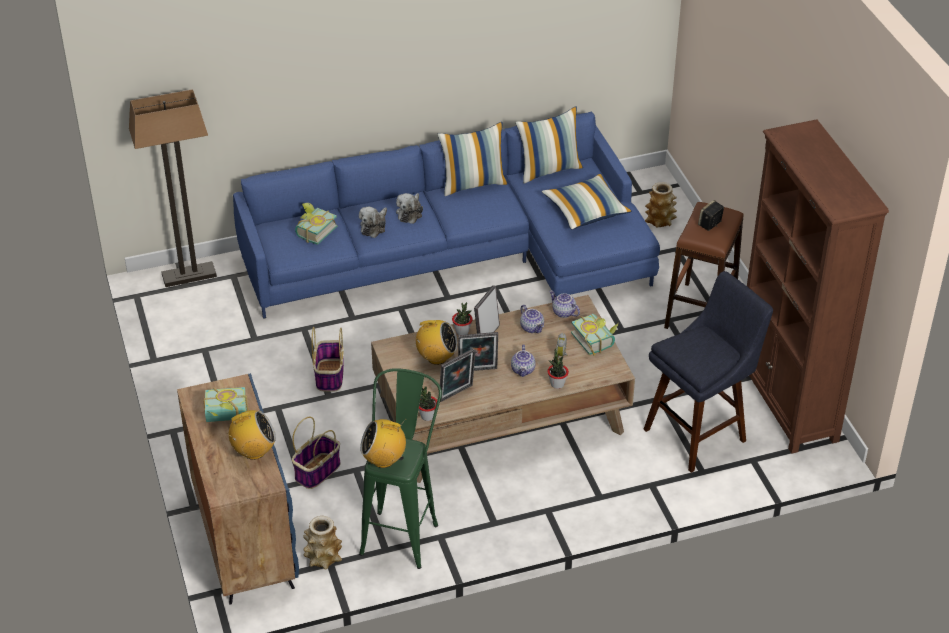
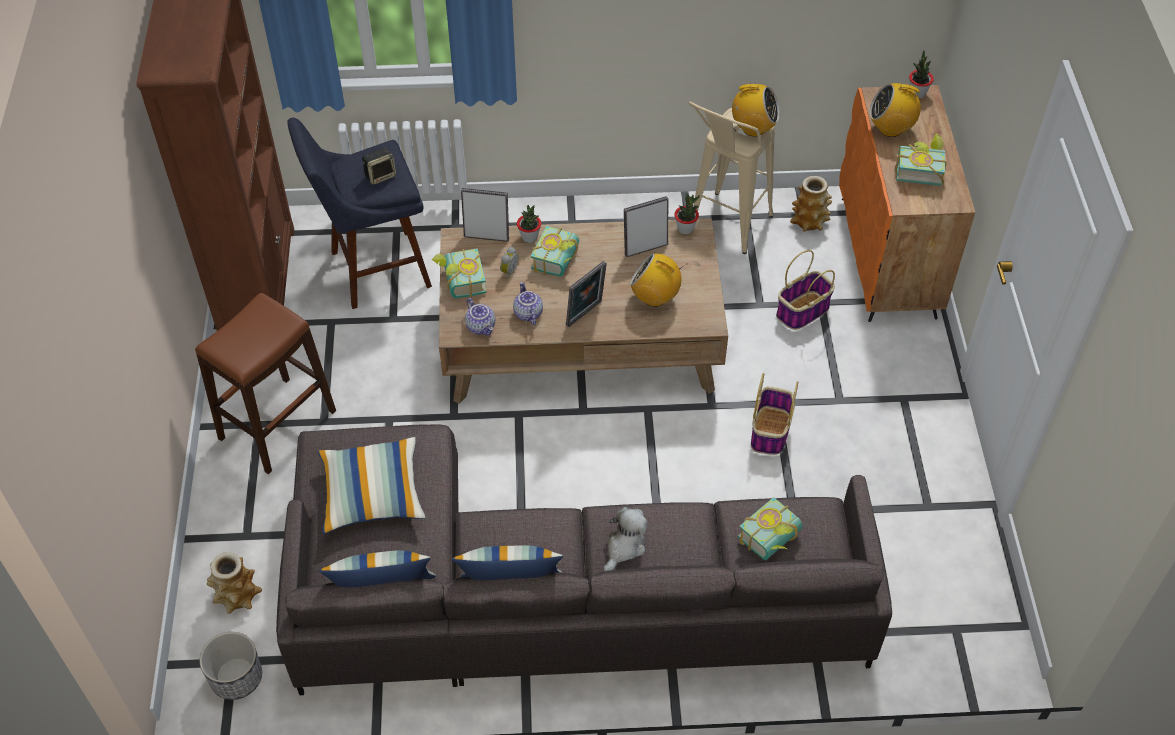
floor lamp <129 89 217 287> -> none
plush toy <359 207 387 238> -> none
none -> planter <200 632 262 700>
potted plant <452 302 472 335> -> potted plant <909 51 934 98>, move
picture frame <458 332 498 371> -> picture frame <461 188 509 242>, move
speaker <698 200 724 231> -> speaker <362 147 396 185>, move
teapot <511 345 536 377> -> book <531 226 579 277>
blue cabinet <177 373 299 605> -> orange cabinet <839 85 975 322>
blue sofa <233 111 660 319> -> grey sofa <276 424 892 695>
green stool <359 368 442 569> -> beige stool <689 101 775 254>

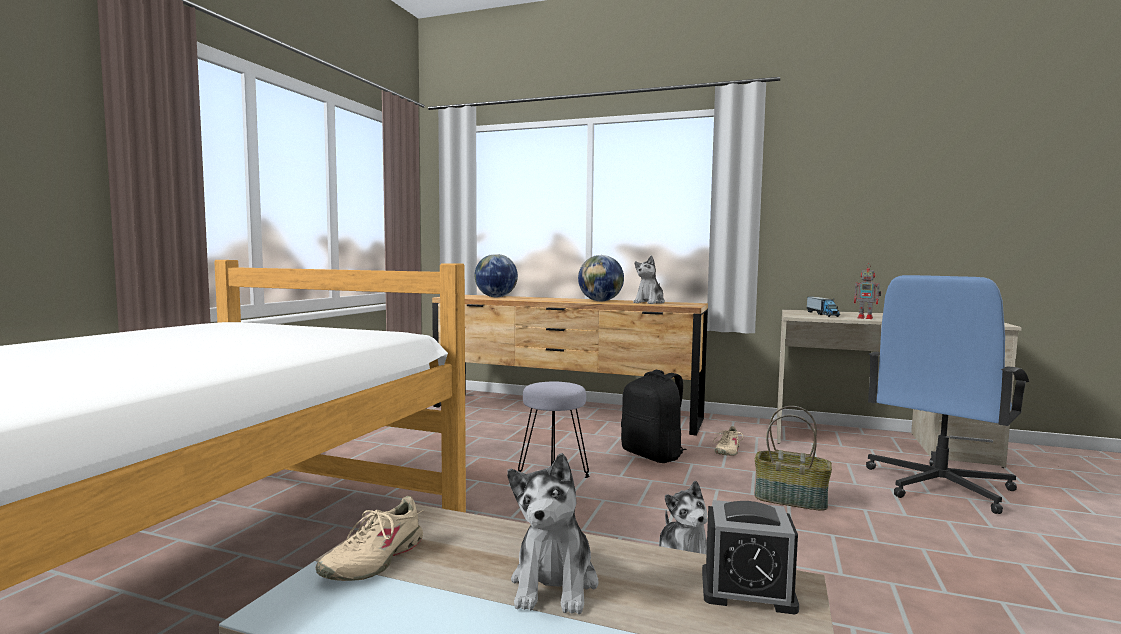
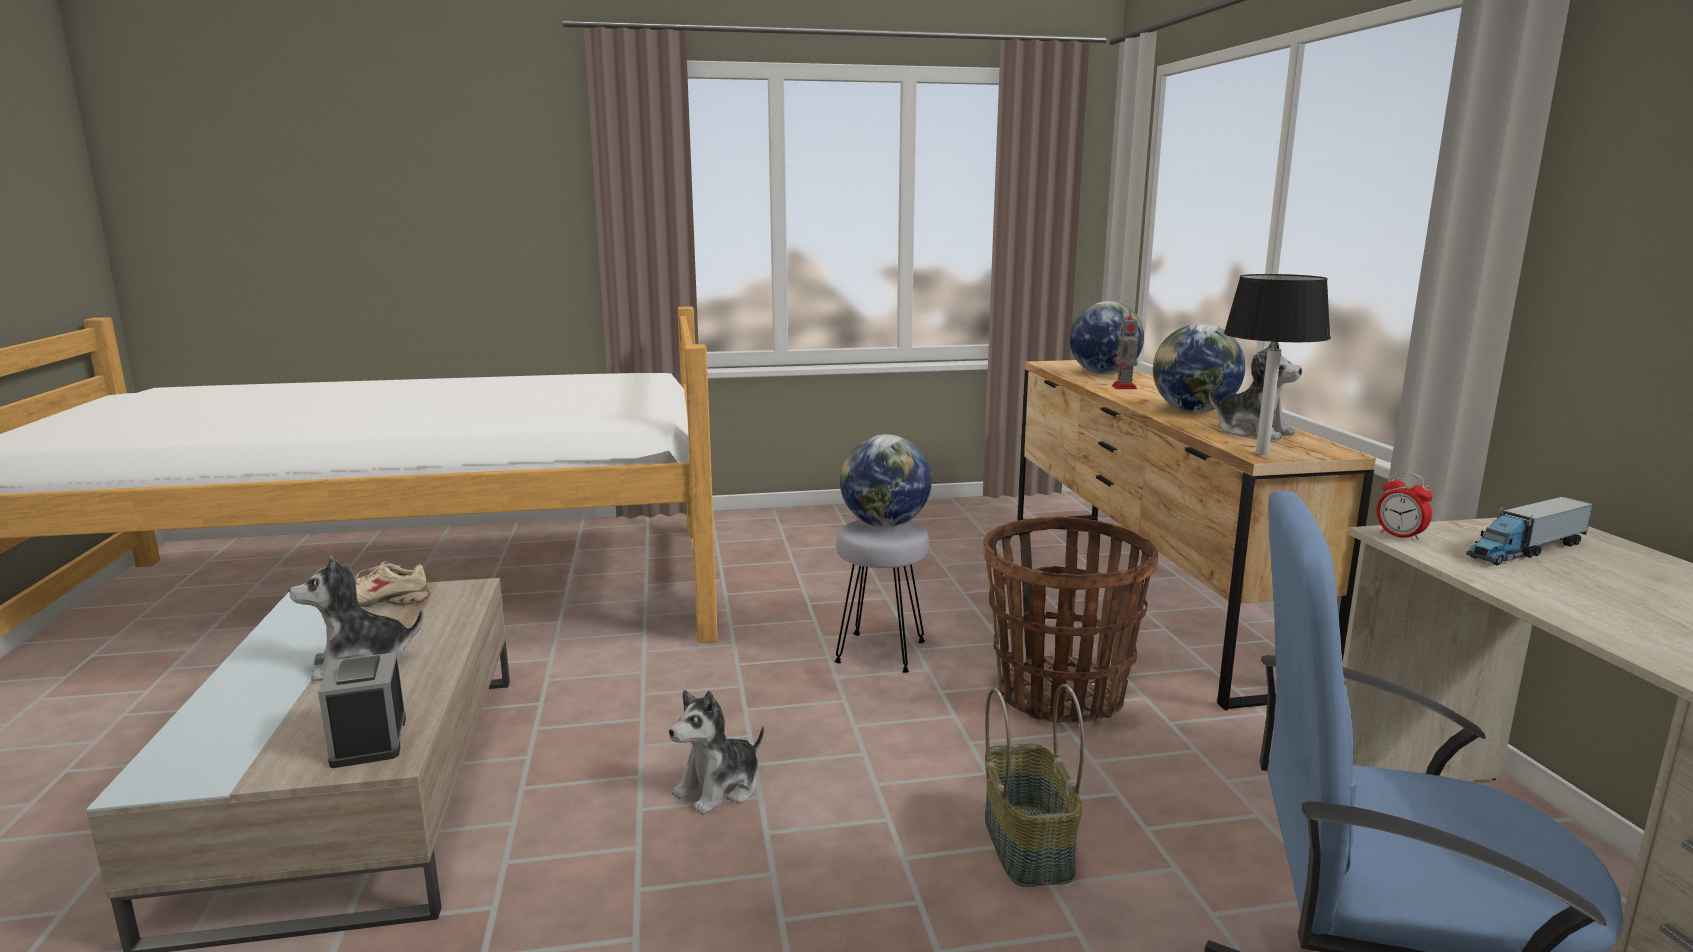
beige shoe <714 426 743 456> -> none
none -> globe <840 434 932 527>
none -> black table lamp <1224 274 1331 455>
none -> alarm clock <1377 472 1433 541>
toy robot <854 263 882 319> -> toy robot <1112 310 1138 389>, move
black backpack <621 370 687 463> -> basket <983 516 1158 723>
plush toy <633 255 665 304> -> plush toy <1209 342 1303 441>, 135 degrees counterclockwise

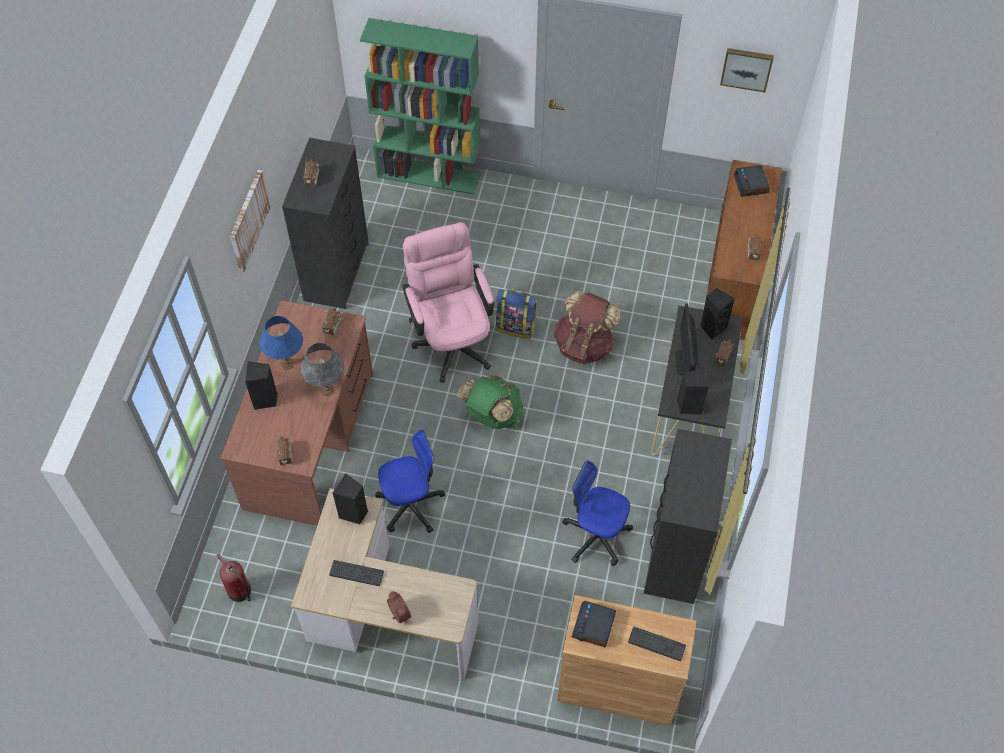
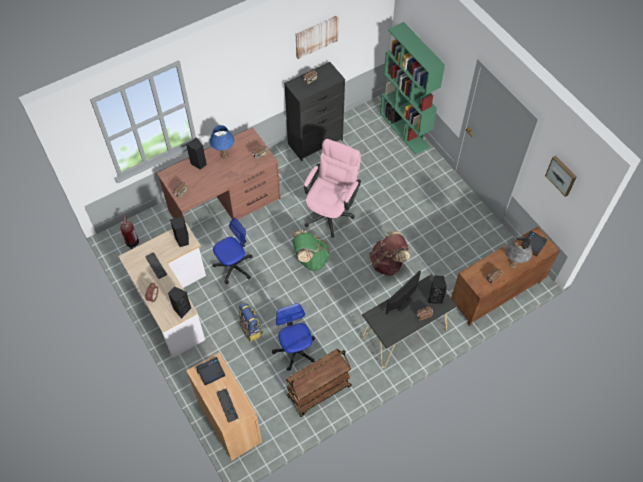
picture <230 170 271 272> -> picture <296 15 339 59>, move
grey table lamp <301 343 344 396> -> grey table lamp <505 236 532 268>, move
backpack <496 288 537 339> -> backpack <239 303 263 342>, move
black speaker <677 367 709 415> -> black speaker <168 286 191 318>, move
black dresser <644 429 732 604> -> brown cart <286 349 352 417>
office chair <375 430 445 533> -> office chair <212 218 253 284>, 60 degrees counterclockwise

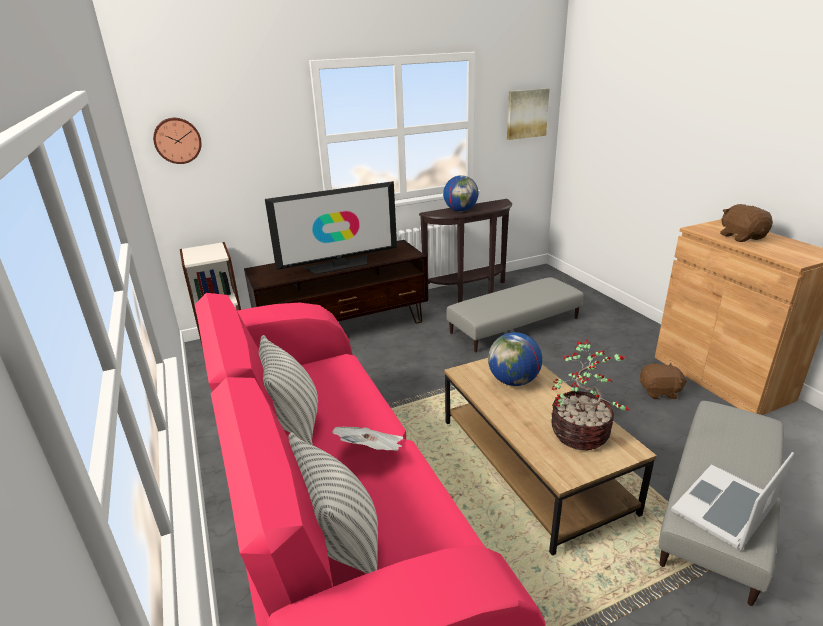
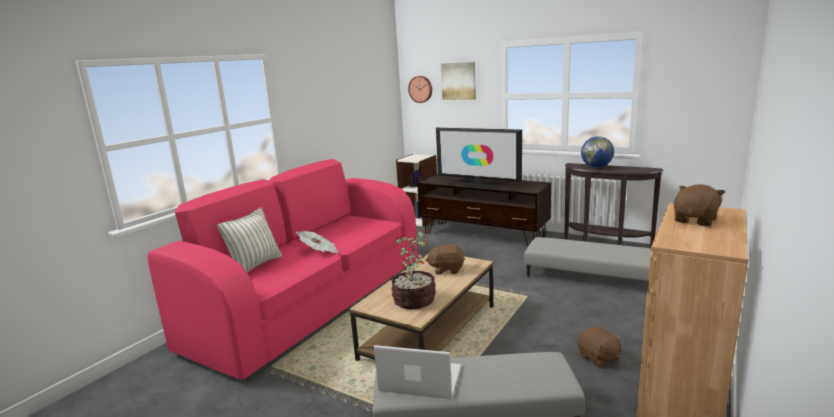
pillow <258 335 318 445> -> none
picture <507 88 550 140> -> picture <441 62 476 100>, move
globe <488 332 542 386> -> brown plush toy <425 244 465 275>

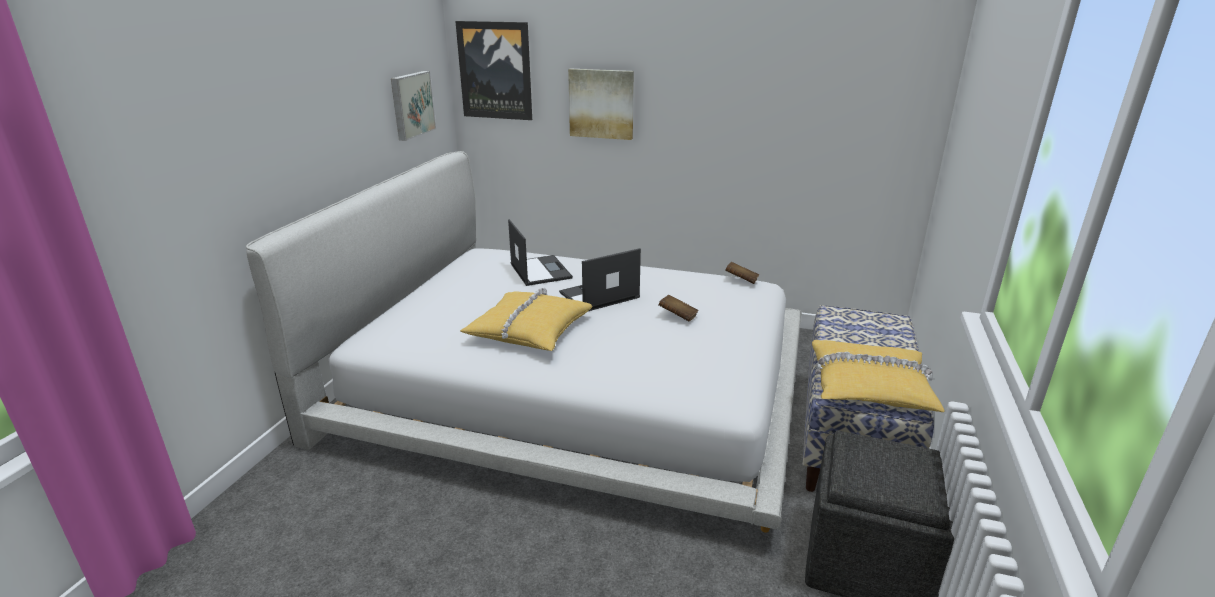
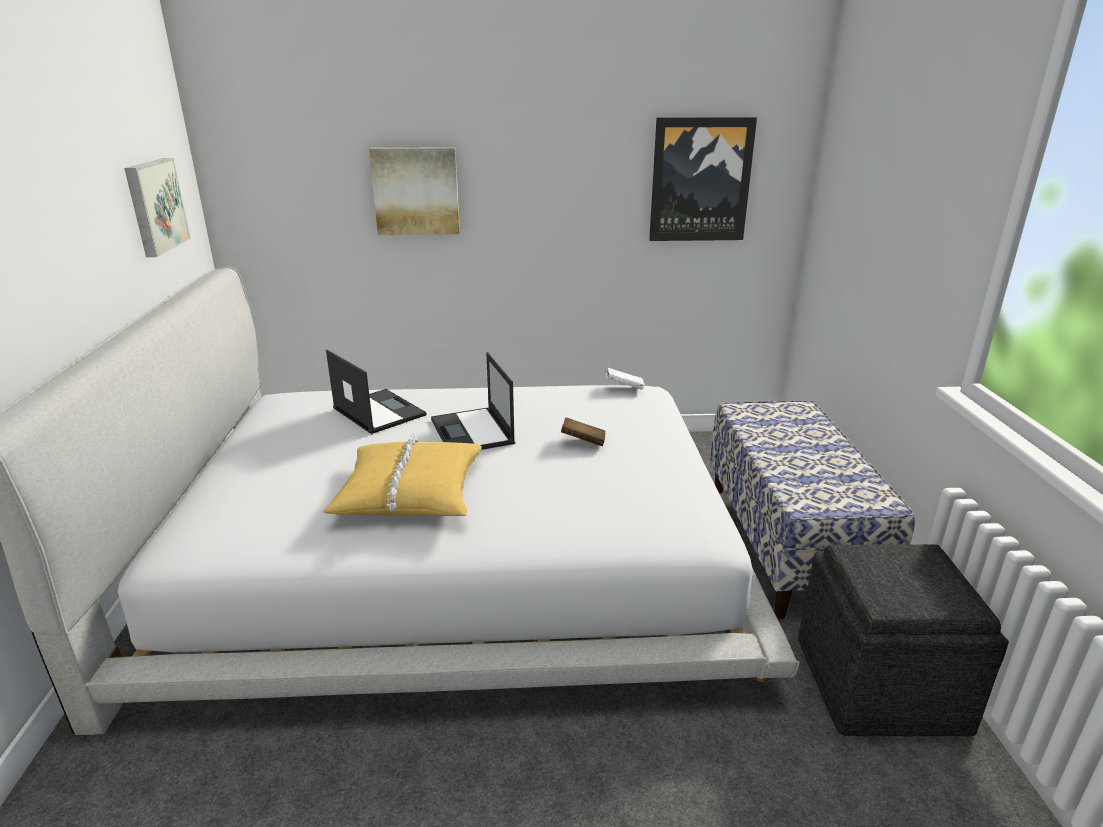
yellow pillow <812 340 945 412> -> none
picture <455 21 532 120> -> picture <649 117 757 241>, move
brown book <725 262 759 284> -> white book <606 368 644 390>
laptop <559 248 641 311> -> laptop <431 352 515 450>, 60 degrees counterclockwise

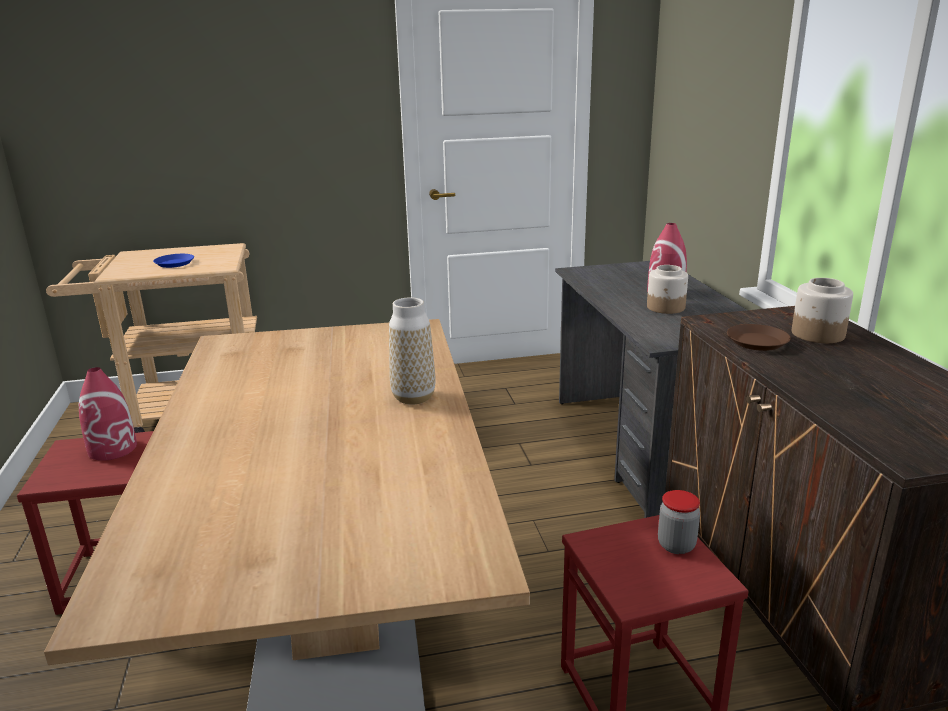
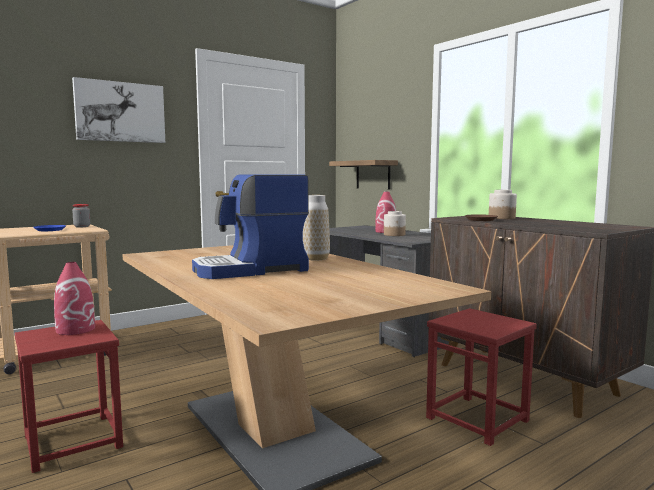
none -> picture <72 77 165 143>
none -> coffee machine <192 174 309 279>
none -> shelf <329 160 398 189>
jar <658 490 700 554> -> jar <72 204 90 227>, move

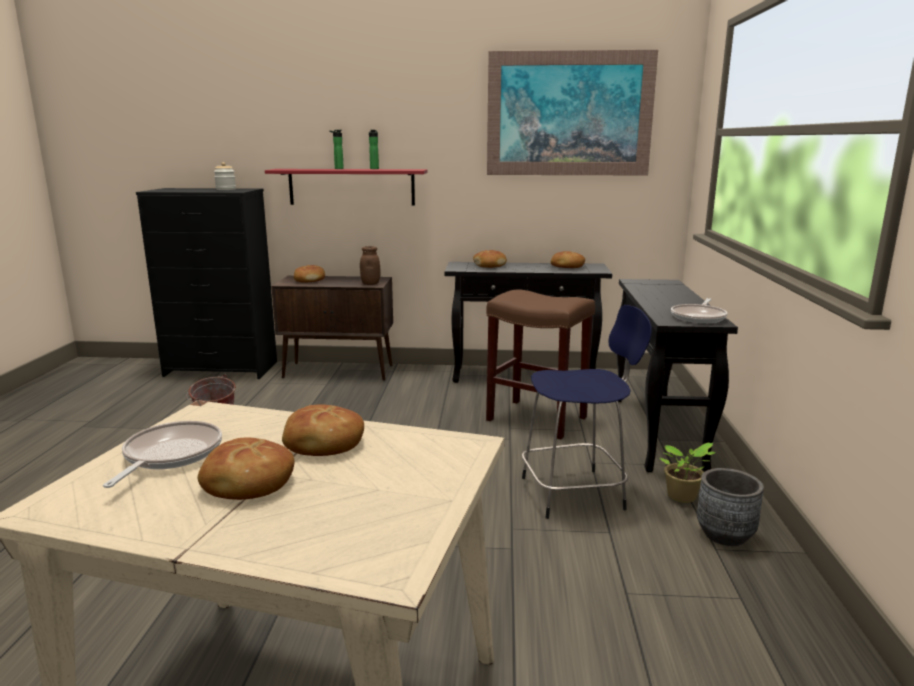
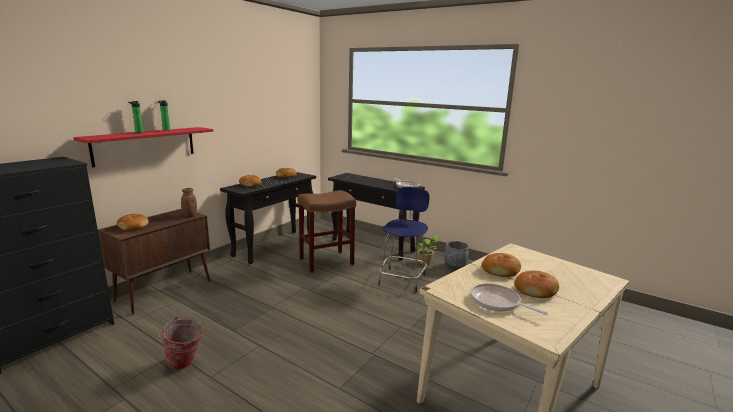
jar <214 162 236 190> -> none
picture <487 50 658 175> -> none

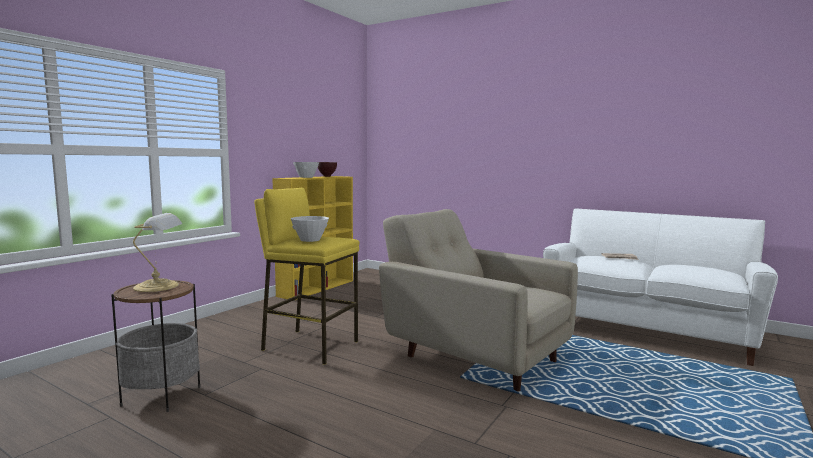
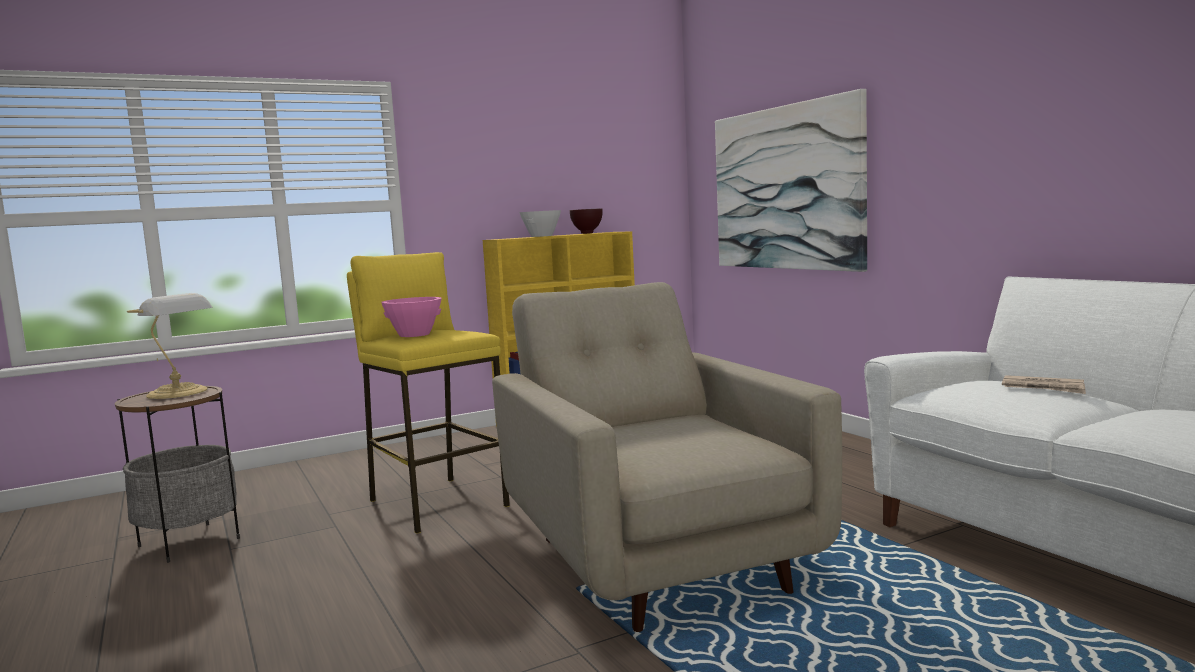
none -> picture <715 89 867 272>
white bowl <291 216 329 242> -> pink bowl <381 297 442 337>

